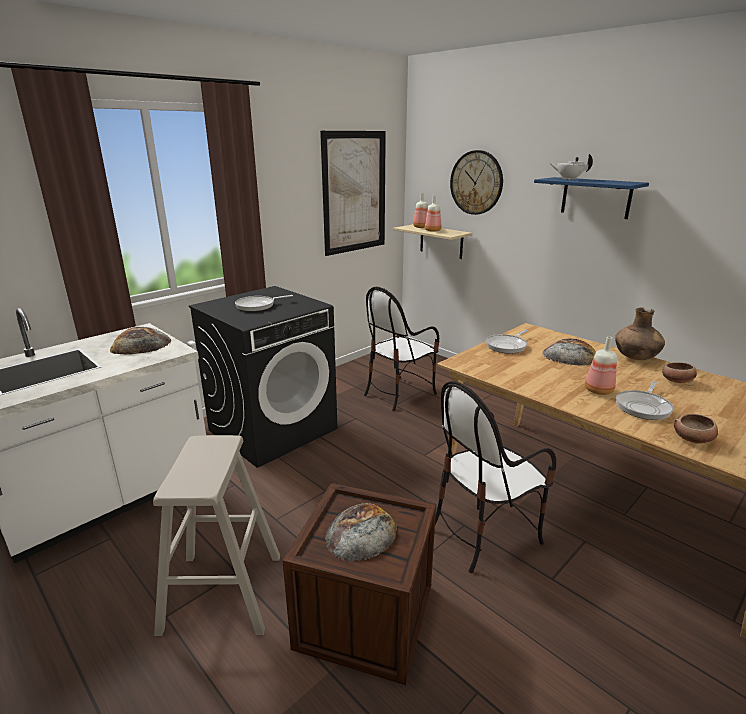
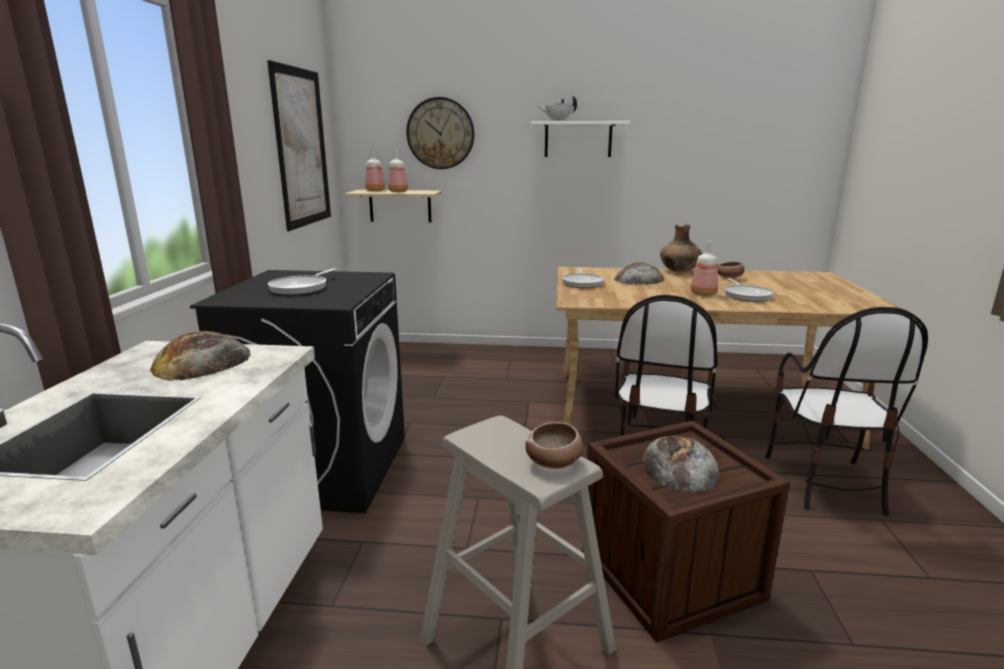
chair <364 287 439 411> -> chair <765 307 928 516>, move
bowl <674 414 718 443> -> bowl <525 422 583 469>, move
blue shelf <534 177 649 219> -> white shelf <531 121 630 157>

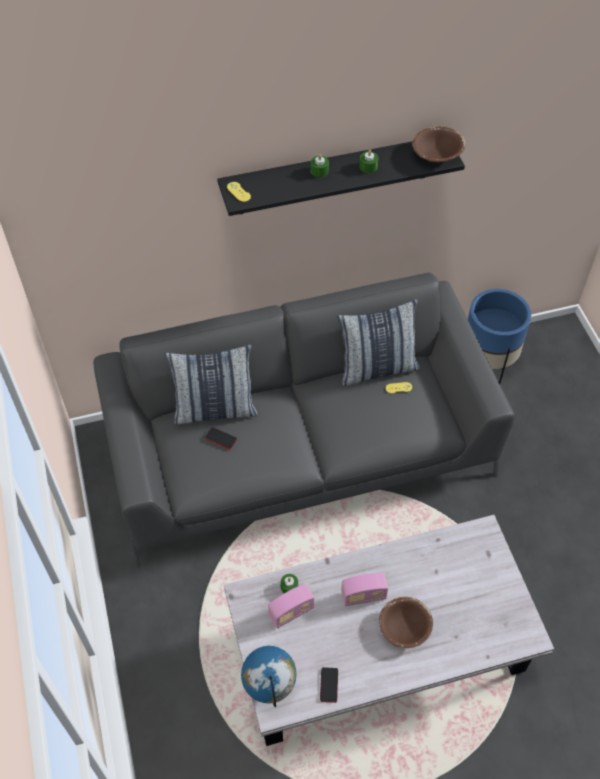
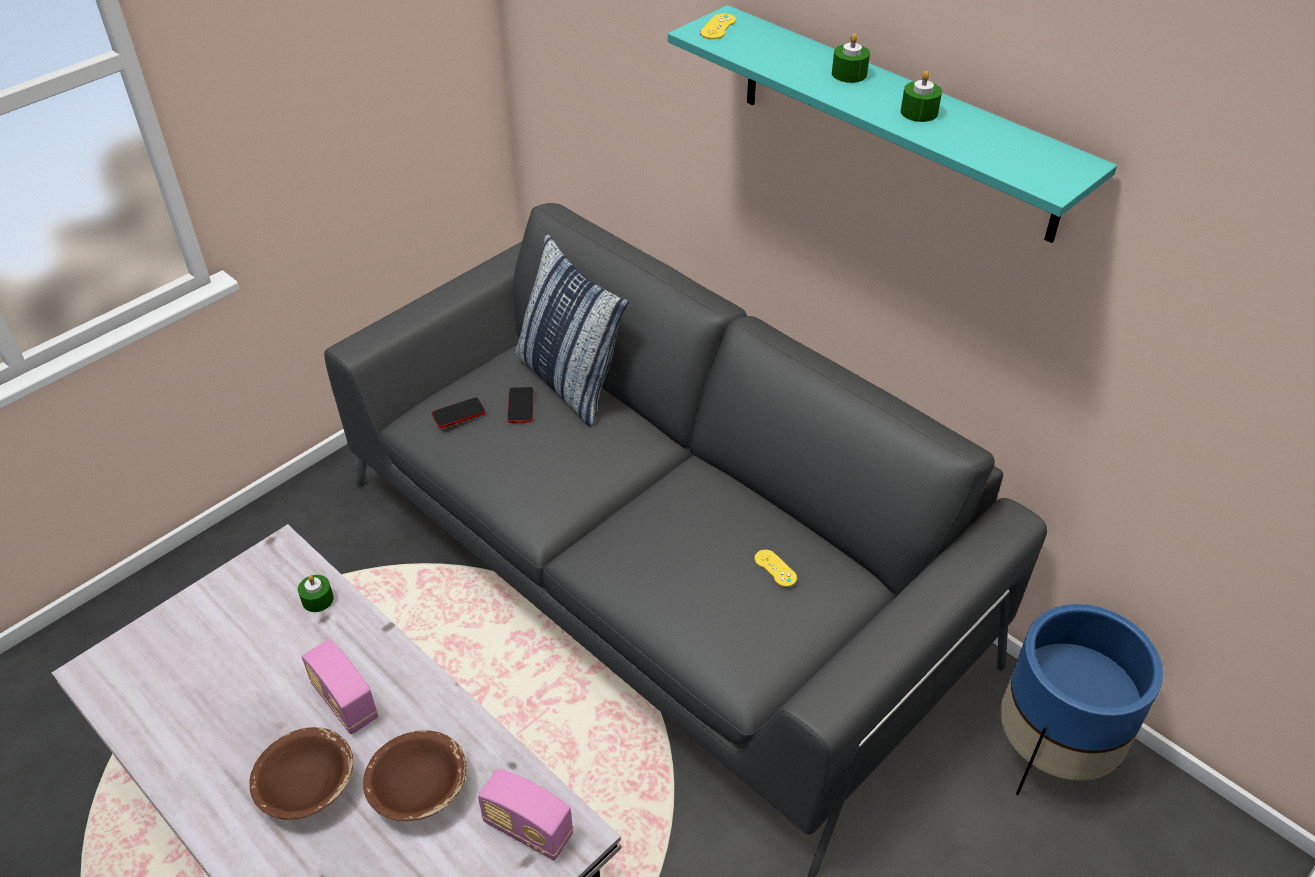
globe <241 646 296 707> -> none
pillow <337 299 419 386> -> none
radio <268 584 314 628> -> radio <478 768 573 861>, move
phone <320 667 338 703> -> phone <432 398 486 428>, move
brown bowl <412 126 466 163> -> brown bowl <363 730 467 821>, move
black shelf <217 141 465 216> -> turquoise shelf <668 5 1117 243>

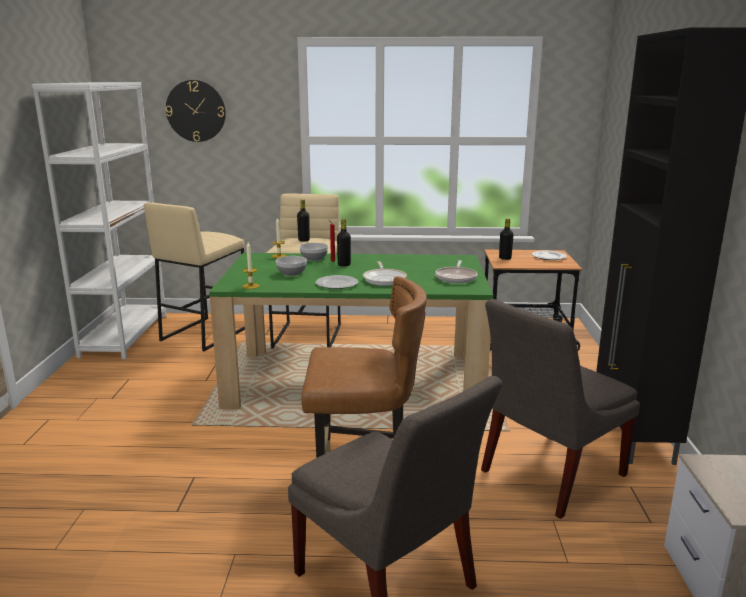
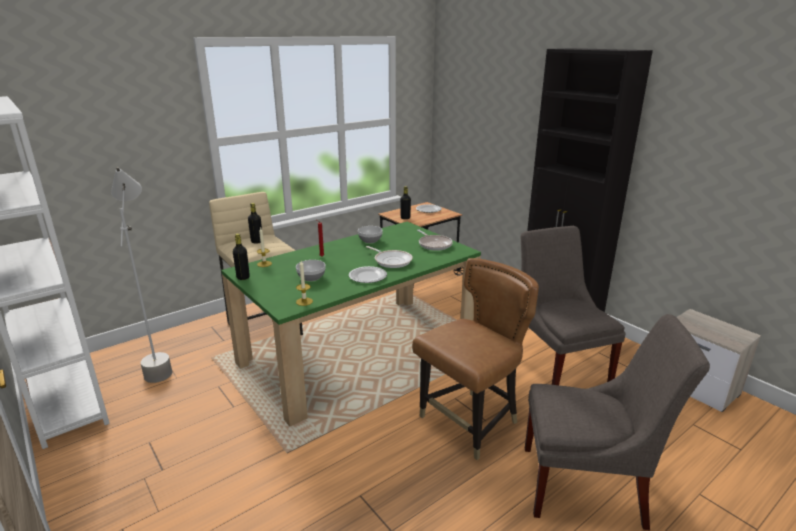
wall clock <166 80 226 142> -> none
bowl <300 243 328 261> -> bowl <358 226 383 243>, move
black bottle <337 219 351 266> -> black bottle <233 234 250 280>, move
beige stool <144 202 245 351> -> grey floor lamp <111 167 172 383>
grey chair <481 299 640 519> -> grey chair <520 226 626 385>, 150 degrees clockwise

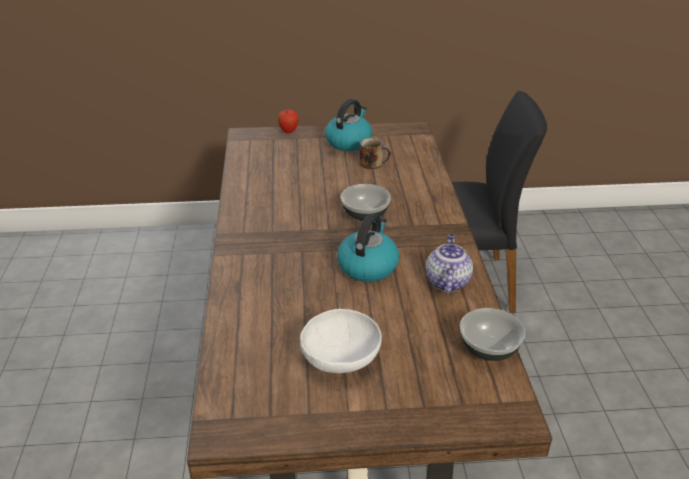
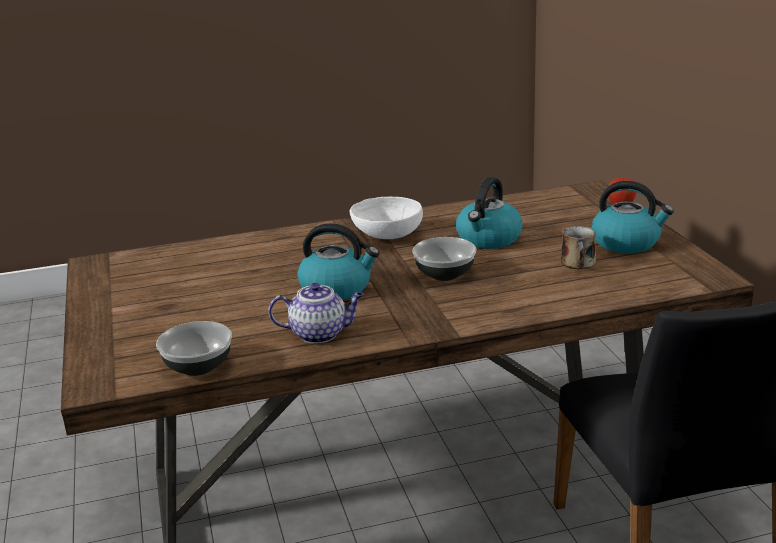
none -> kettle <456 177 523 249>
white bowl <300 309 382 373> -> white bowl <350 197 423 239>, move

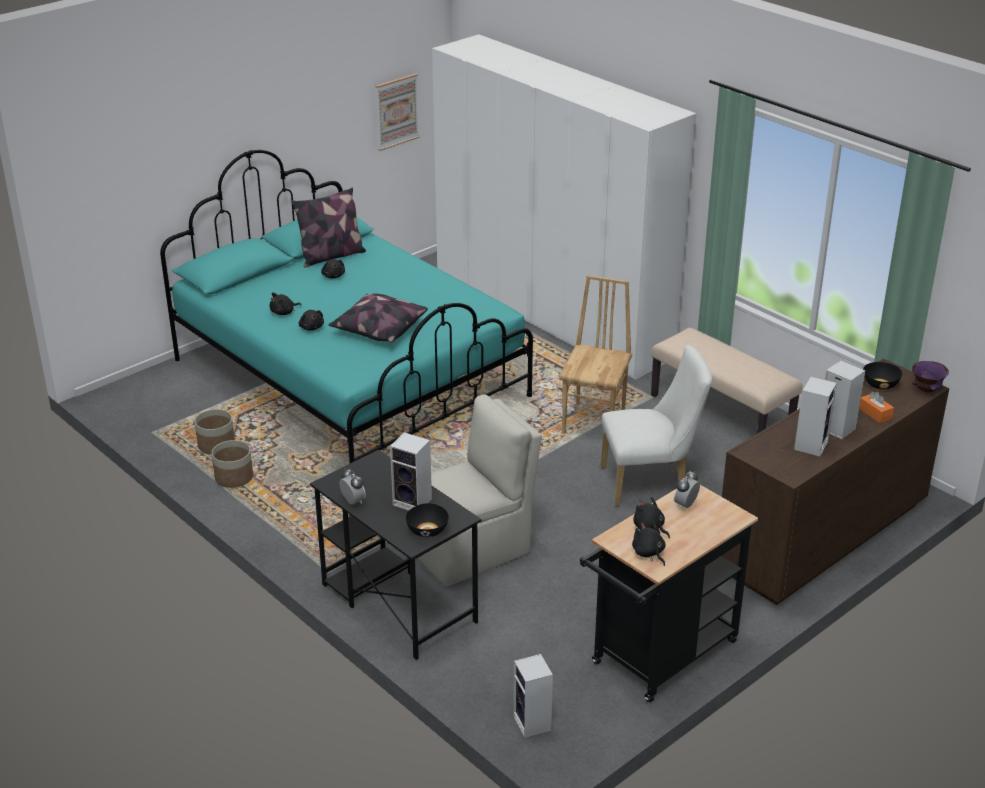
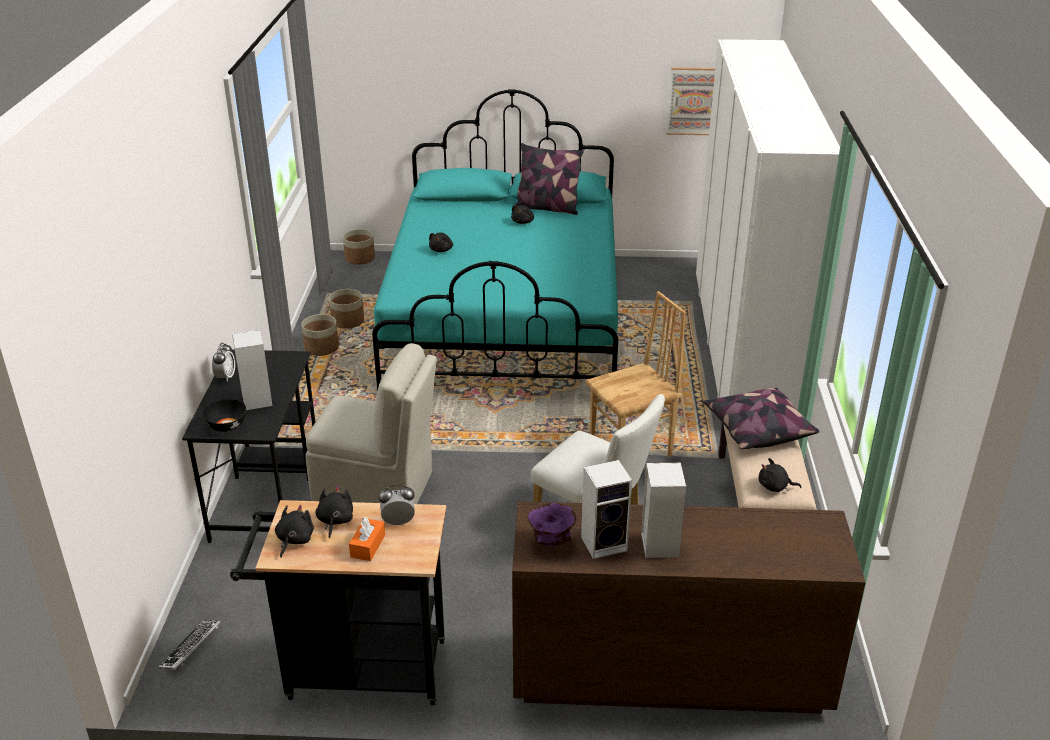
black bowl <863 362 902 389> -> none
none -> planter <343 229 375 265>
black plush toy <270 292 301 315> -> black plush toy <759 458 802 492>, move
pillow <328 294 428 343> -> pillow <703 387 819 449>, move
orange tissue box <859 391 894 423> -> orange tissue box <349 517 385 561>, move
purple bowl <912 361 949 393> -> purple bowl <528 502 576 547>, move
speaker <513 654 553 738> -> keyboard <158 620 220 670>

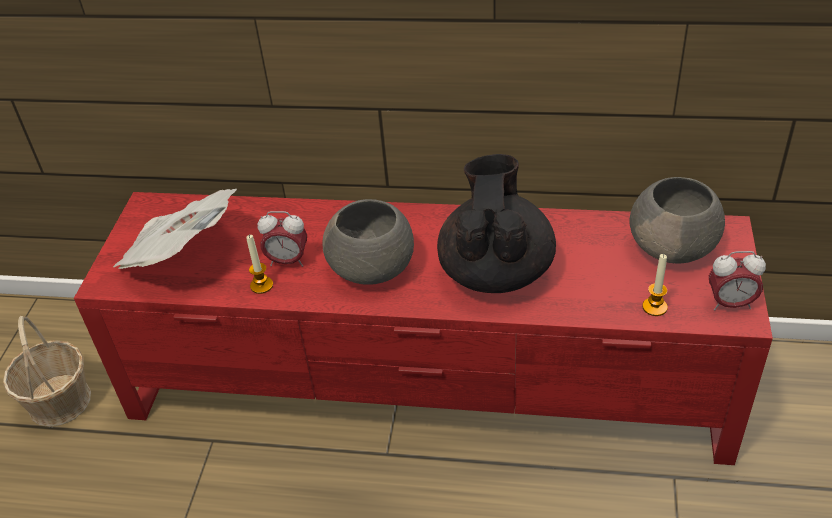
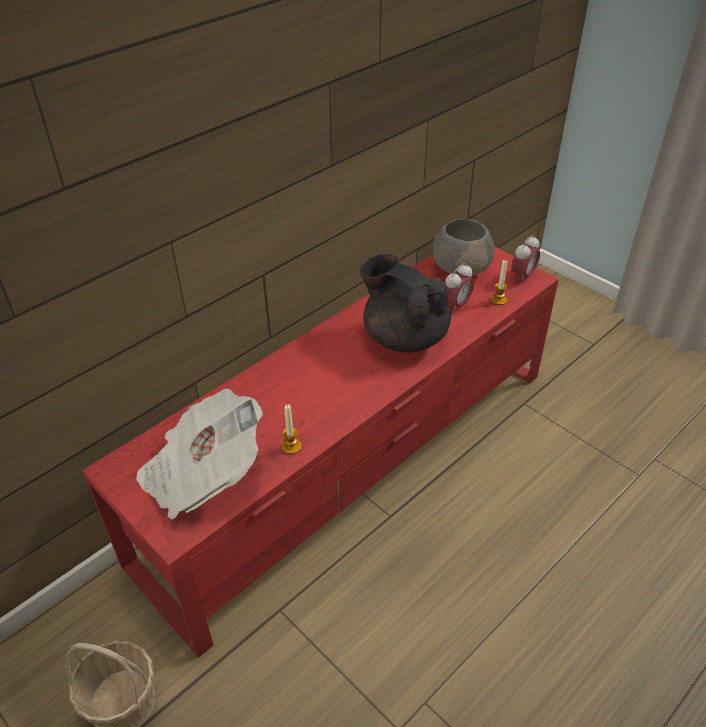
grey bowl <323 199 414 285> -> none
alarm clock <258 211 307 267> -> alarm clock <445 263 474 313>, move

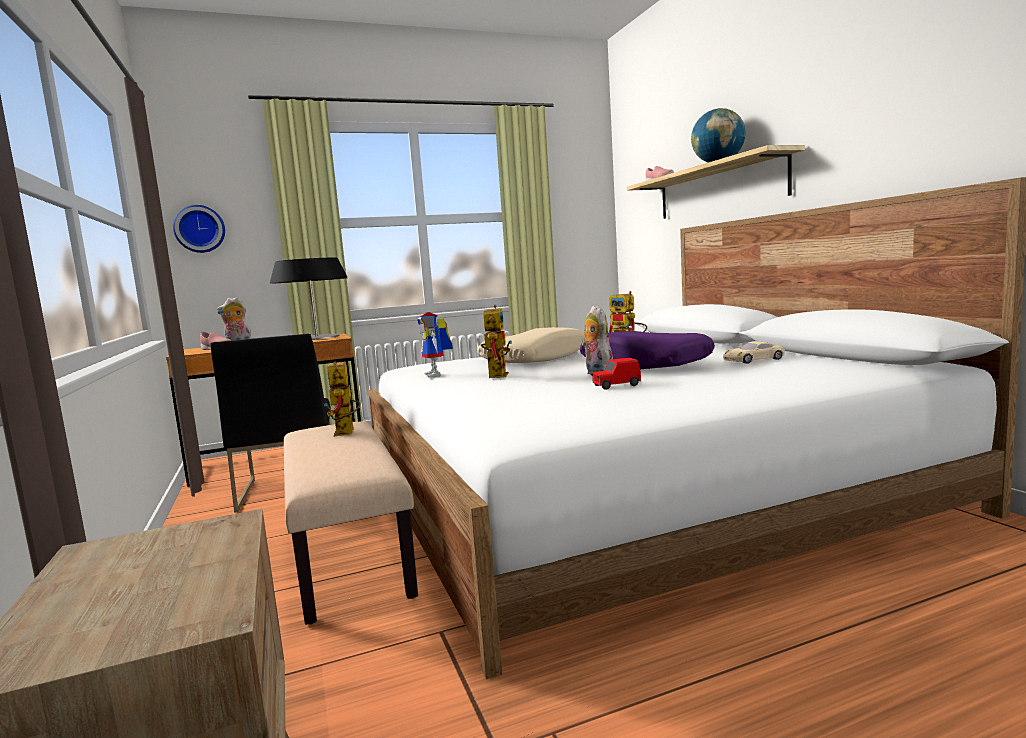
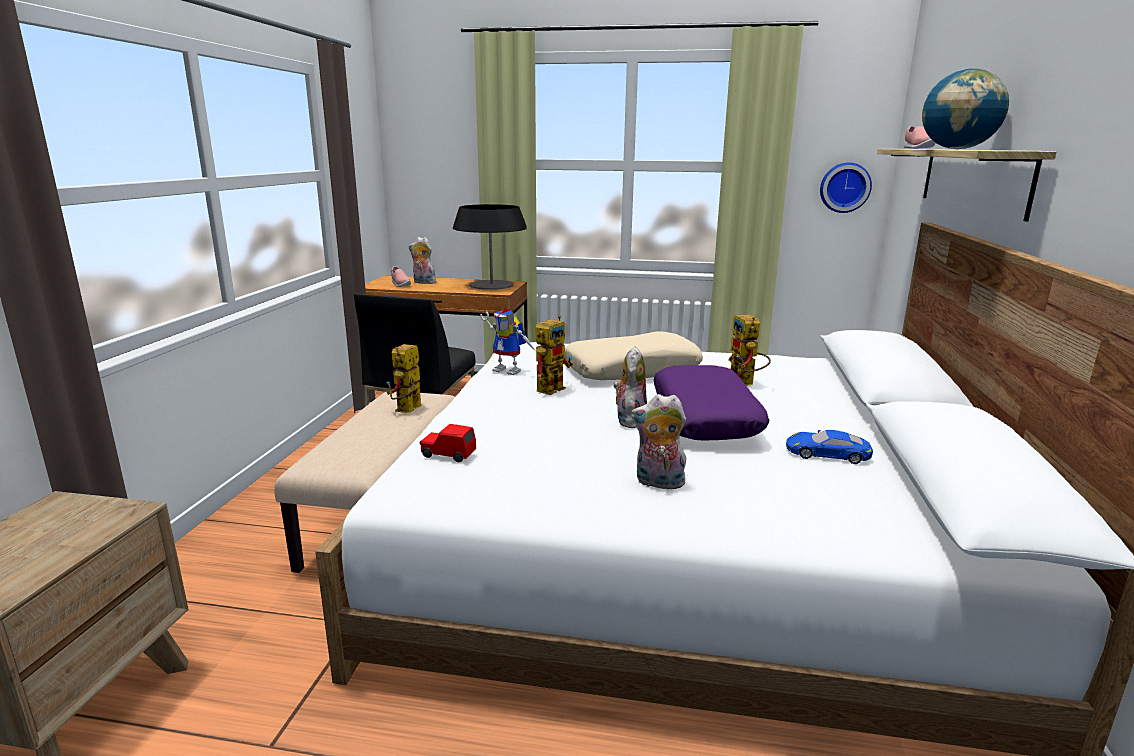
none -> plush toy <631 394 686 489>
wall clock <173 205 225 253> -> wall clock <820 162 872 213>, move
red toy car <591 358 641 390> -> red toy car <420 424 476 462>, move
beige toy car <723 341 785 364> -> blue toy car <786 430 873 464>
toy robot <417 312 453 378> -> toy robot <480 308 535 375>, 75 degrees counterclockwise

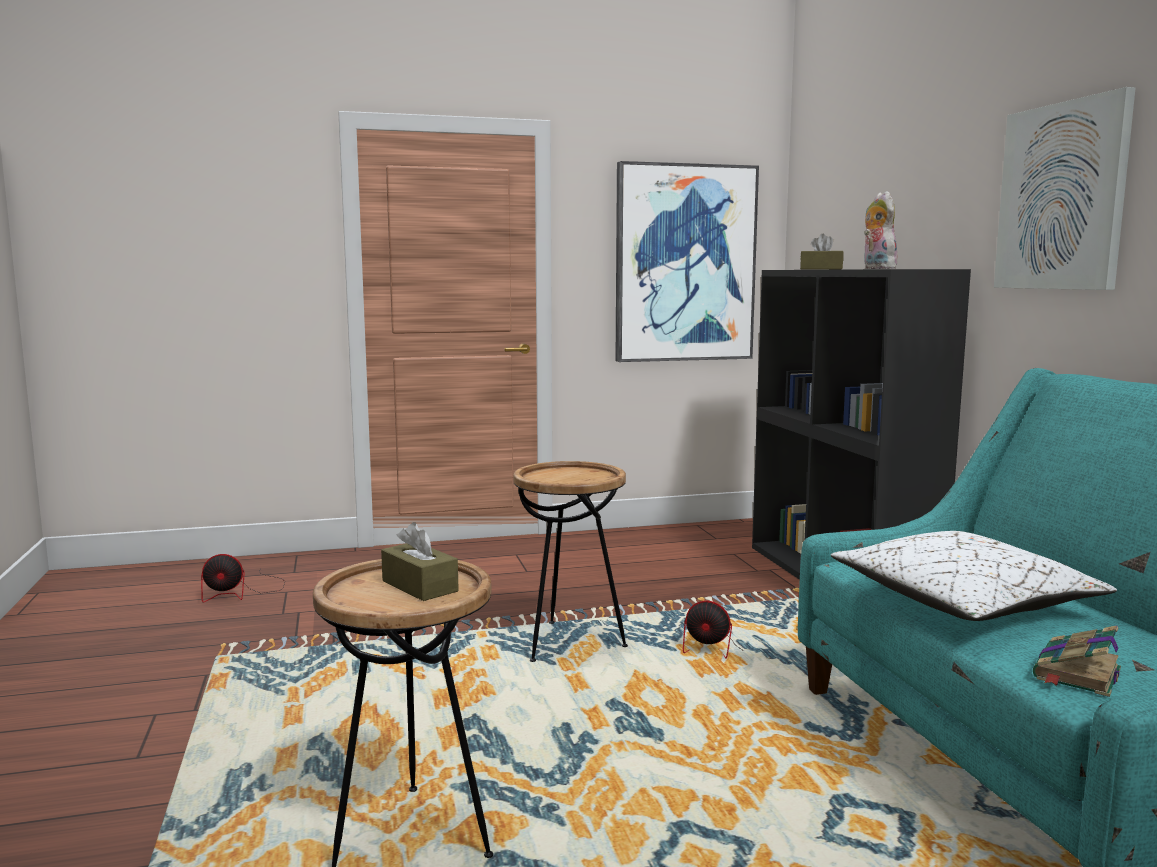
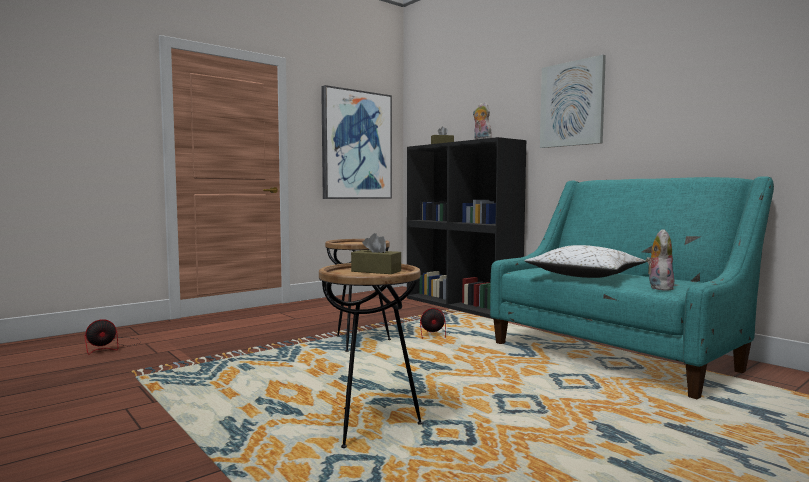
book <1033 625 1121 697> -> plush toy <646 229 674 291>

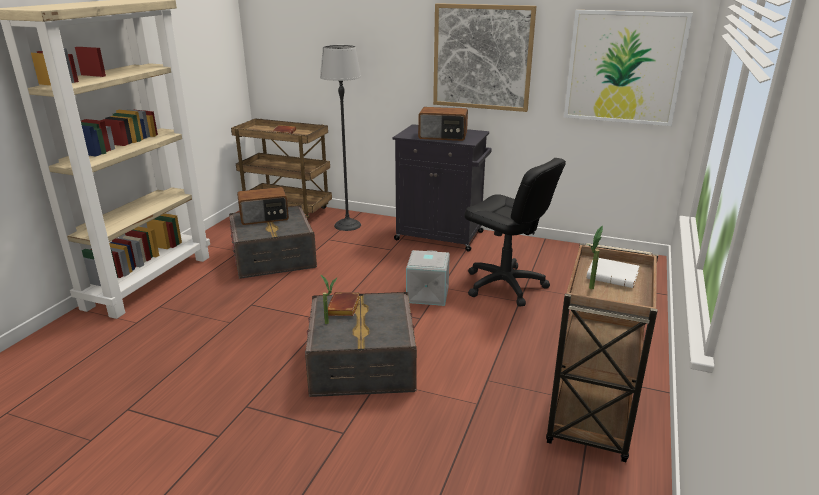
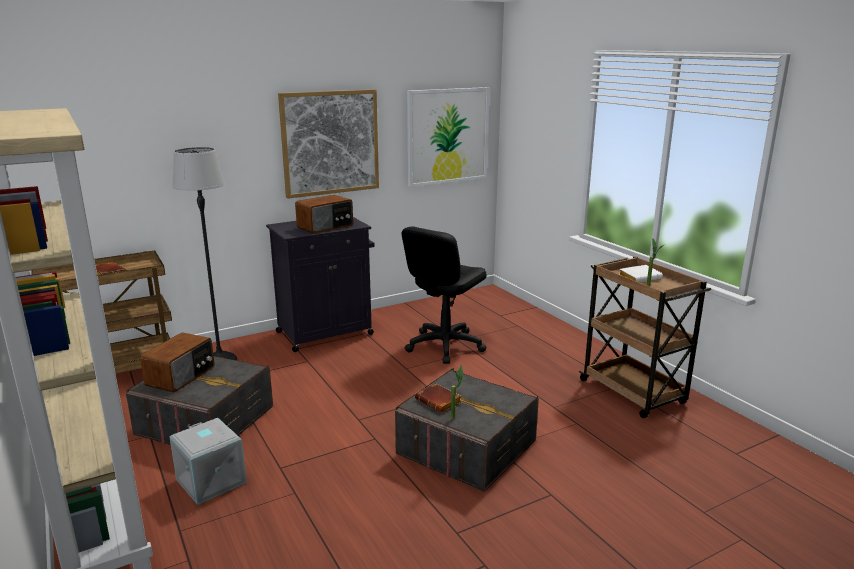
grey storage box <406 250 450 306> -> grey storage box <170 418 247 505>, move
black office chair <464 158 566 307> -> black office chair <401 226 487 364>, 135 degrees clockwise

